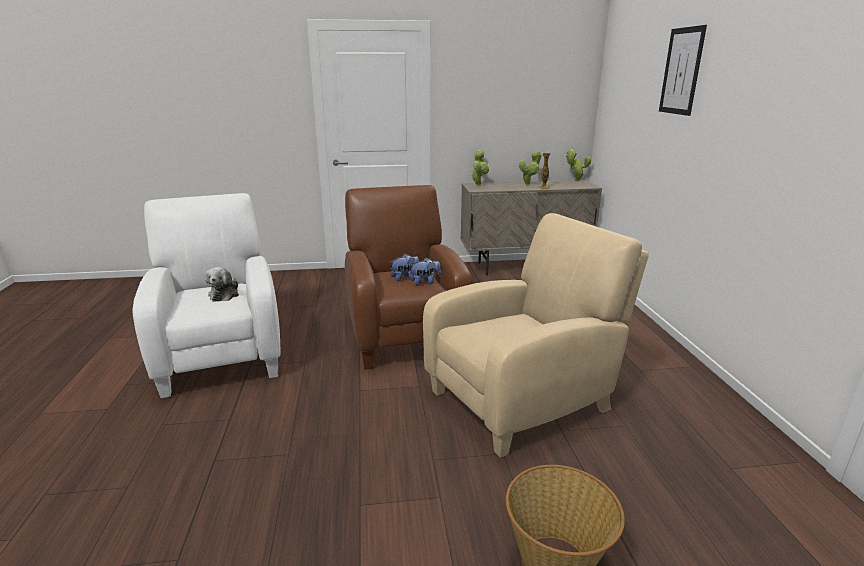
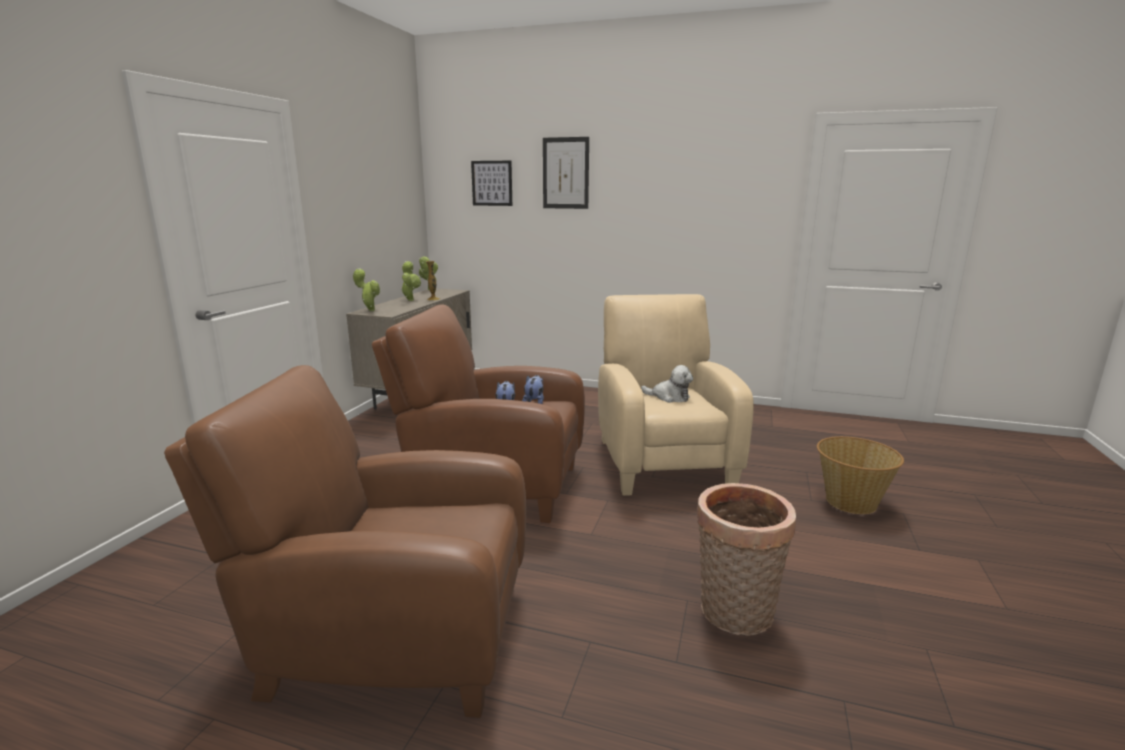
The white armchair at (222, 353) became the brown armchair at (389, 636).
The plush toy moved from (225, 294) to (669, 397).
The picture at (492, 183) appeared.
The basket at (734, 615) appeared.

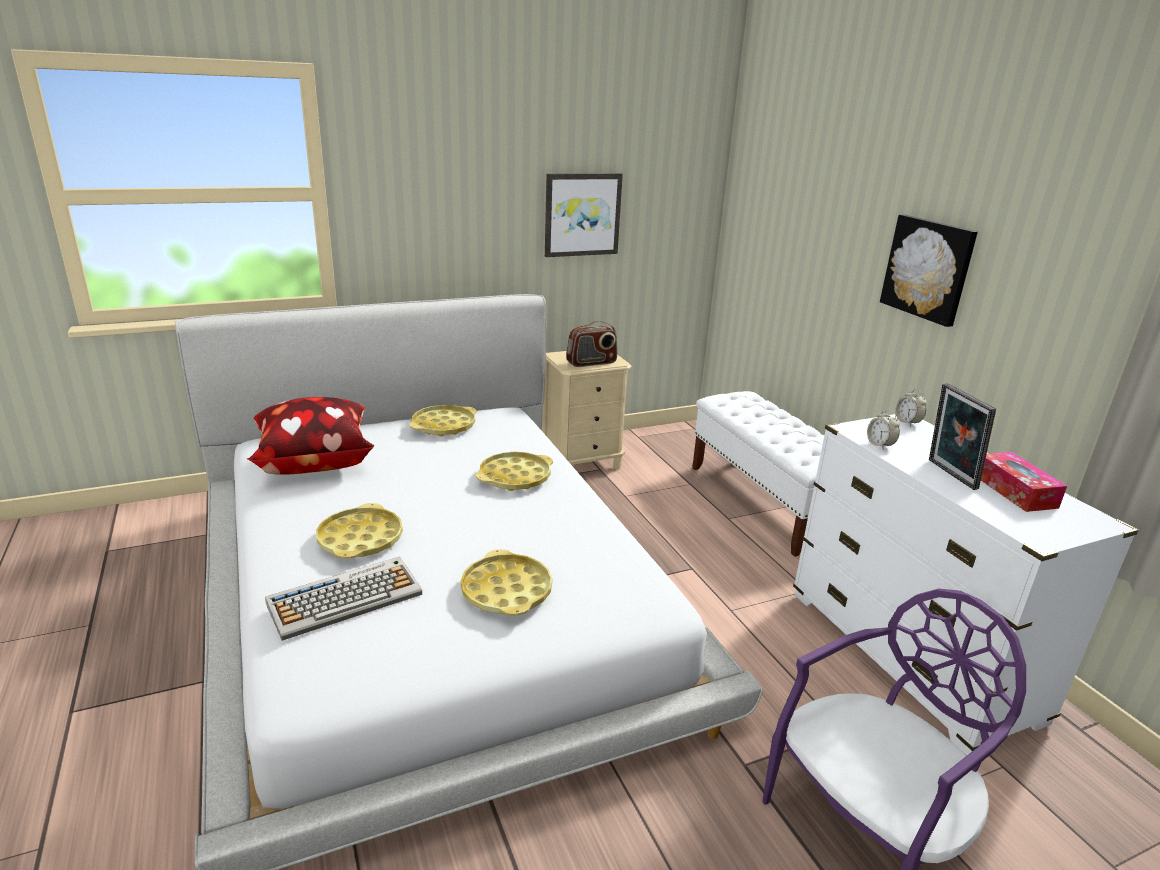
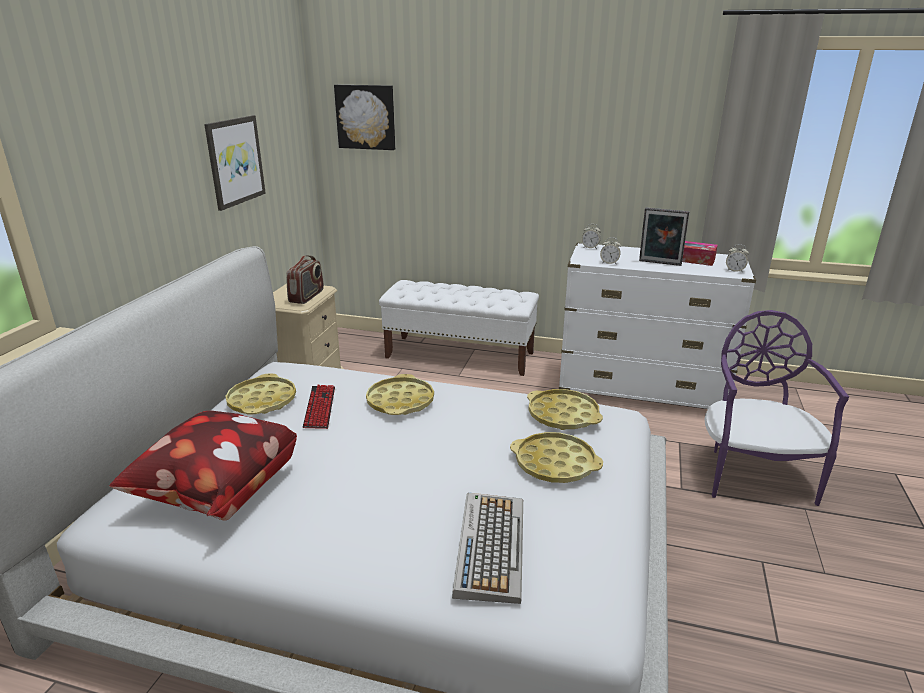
The picture moved from (929, 269) to (366, 117).
The yellow tray moved from (360, 539) to (563, 415).
The alarm clock at (734, 270) appeared.
The keyboard at (320, 407) appeared.

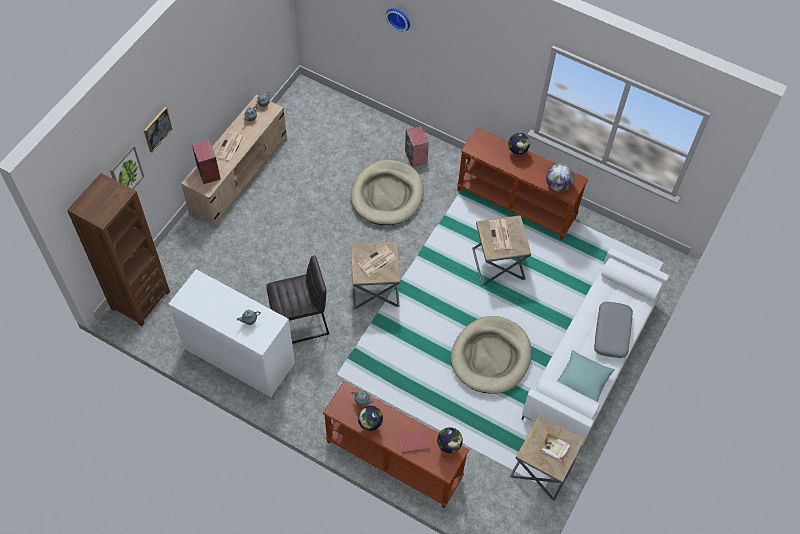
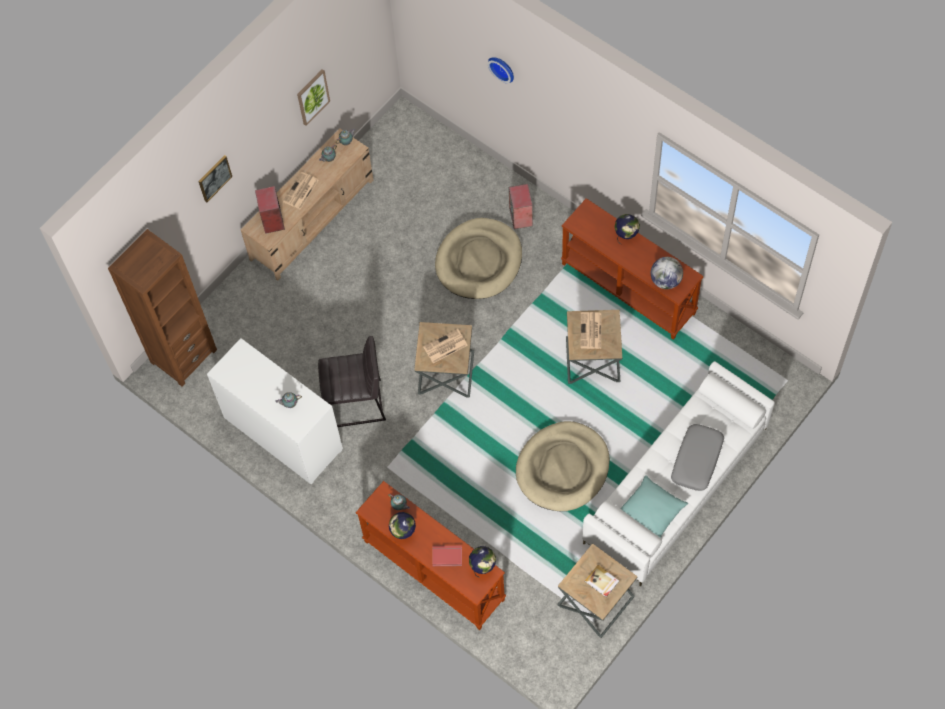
The picture moved from (126, 172) to (312, 96).

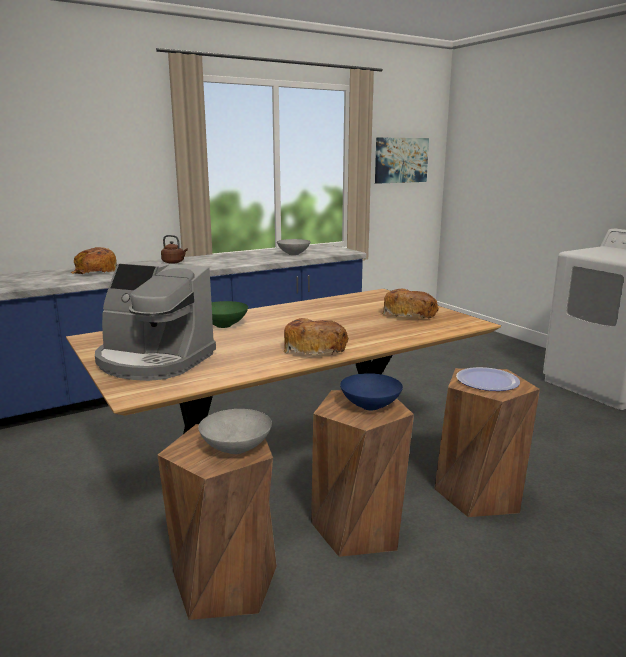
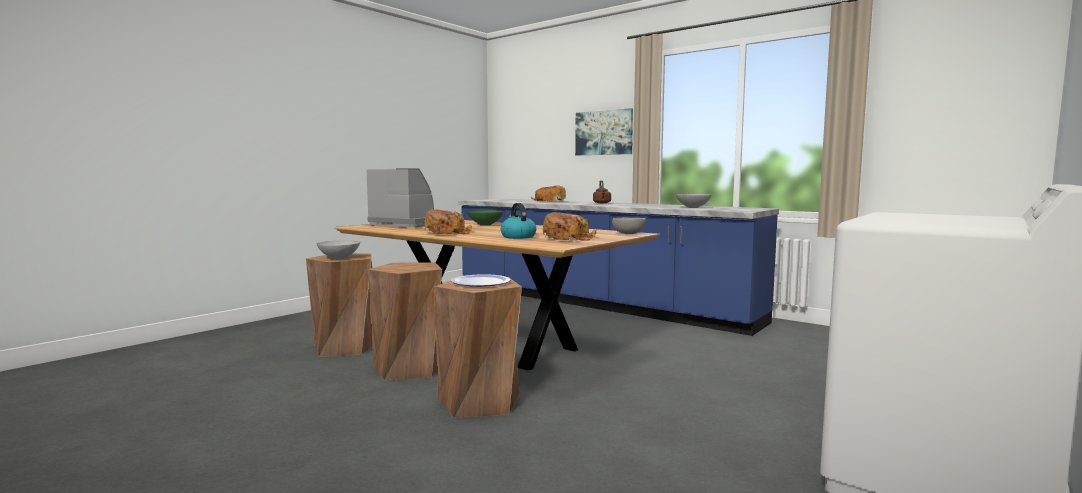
The picture moved from (401, 160) to (604, 133).
The coffee machine at (153, 361) turned 120 degrees clockwise.
The blue bowl at (371, 406) disappeared.
The kettle at (517, 237) appeared.
The grey bowl at (628, 234) appeared.

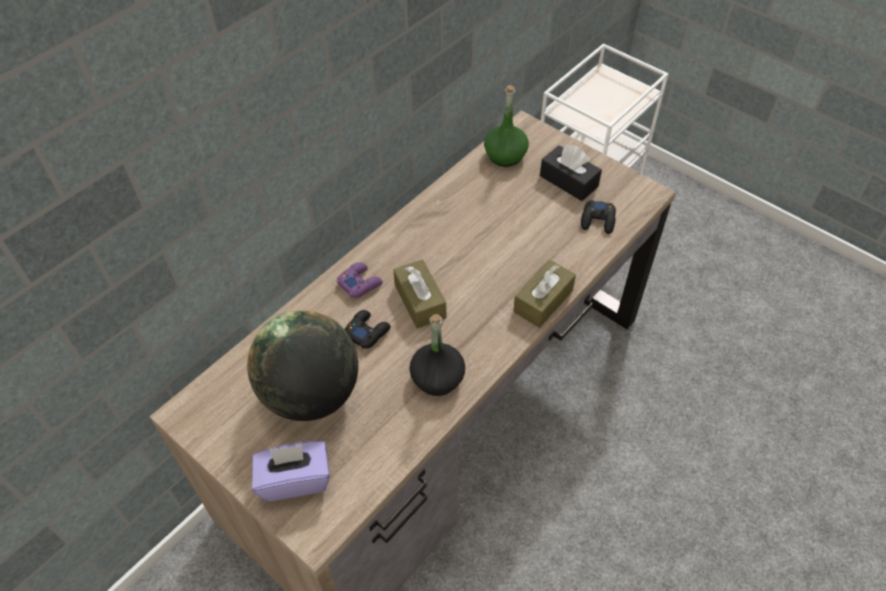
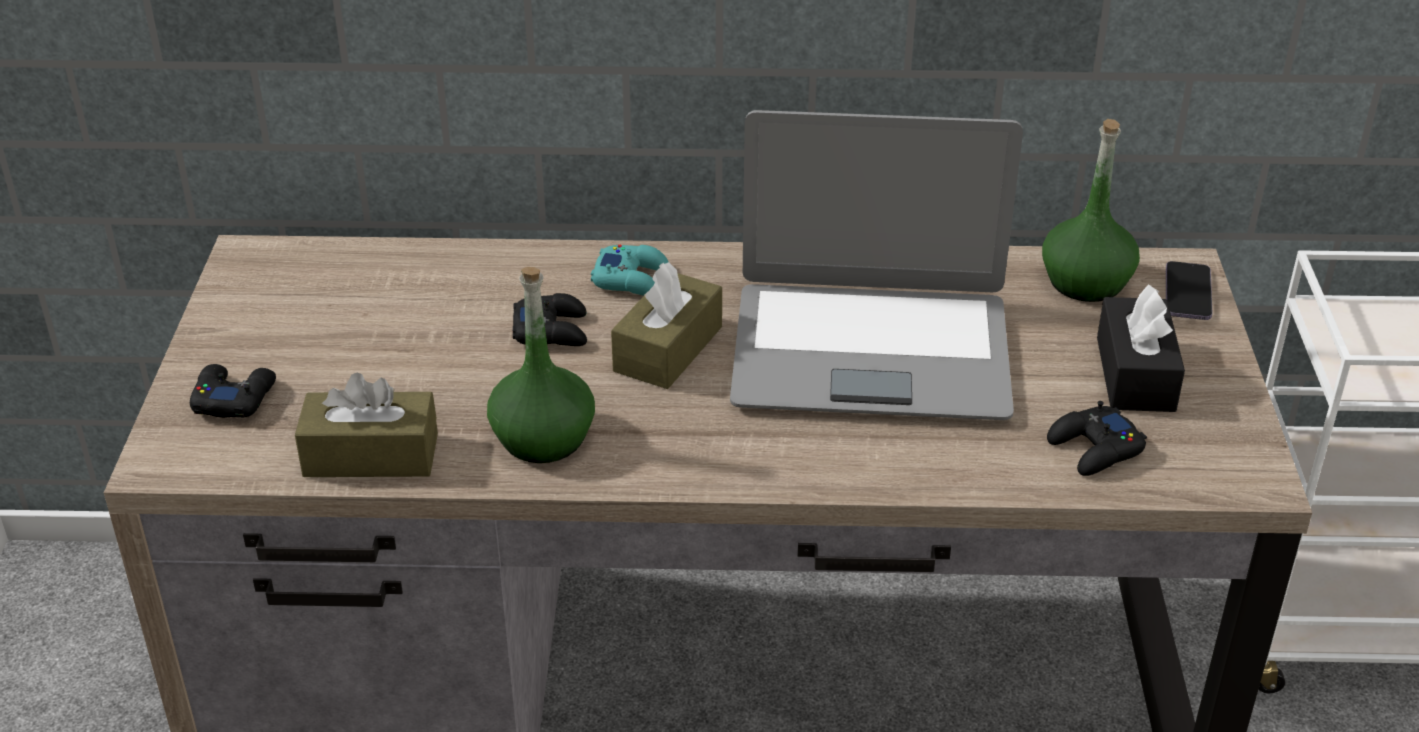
The brown tissue box moved from (543, 301) to (371, 455).
The purple game controller at (360, 283) became the turquoise game controller at (631, 279).
The globe at (311, 393) disappeared.
The black bottle at (437, 378) became the green bottle at (543, 438).
The purple tissue box at (295, 479) was replaced by the black game controller at (233, 398).
The laptop at (870, 352) appeared.
The phone at (1187, 293) appeared.

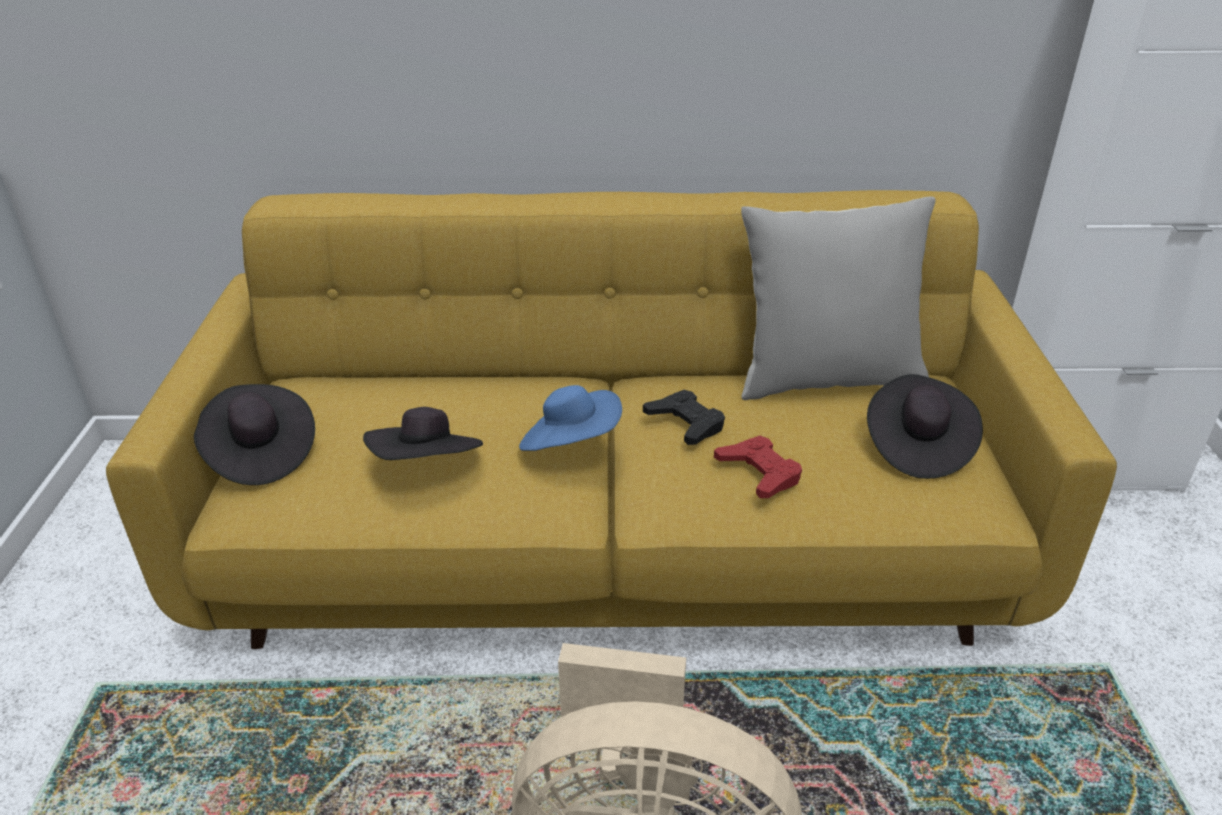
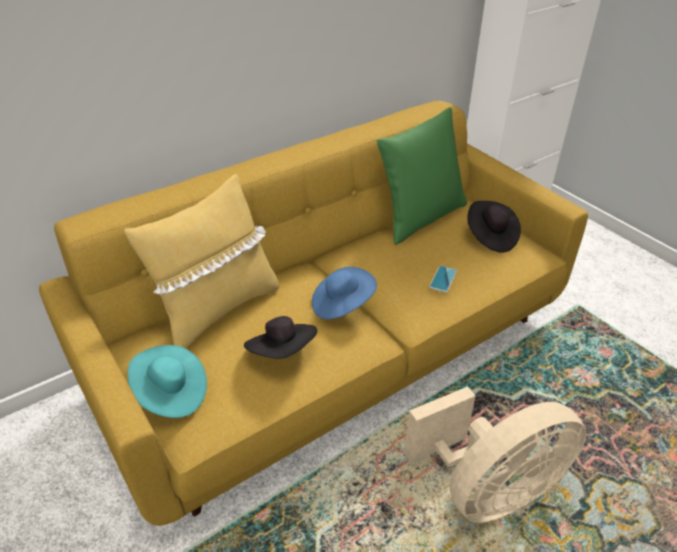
The grey pillow at (826, 379) became the green pillow at (420, 218).
The black hat at (260, 454) became the turquoise hat at (171, 393).
The black game controller at (685, 423) disappeared.
The red game controller at (759, 473) was replaced by the phone at (443, 279).
The yellow pillow at (218, 310) appeared.

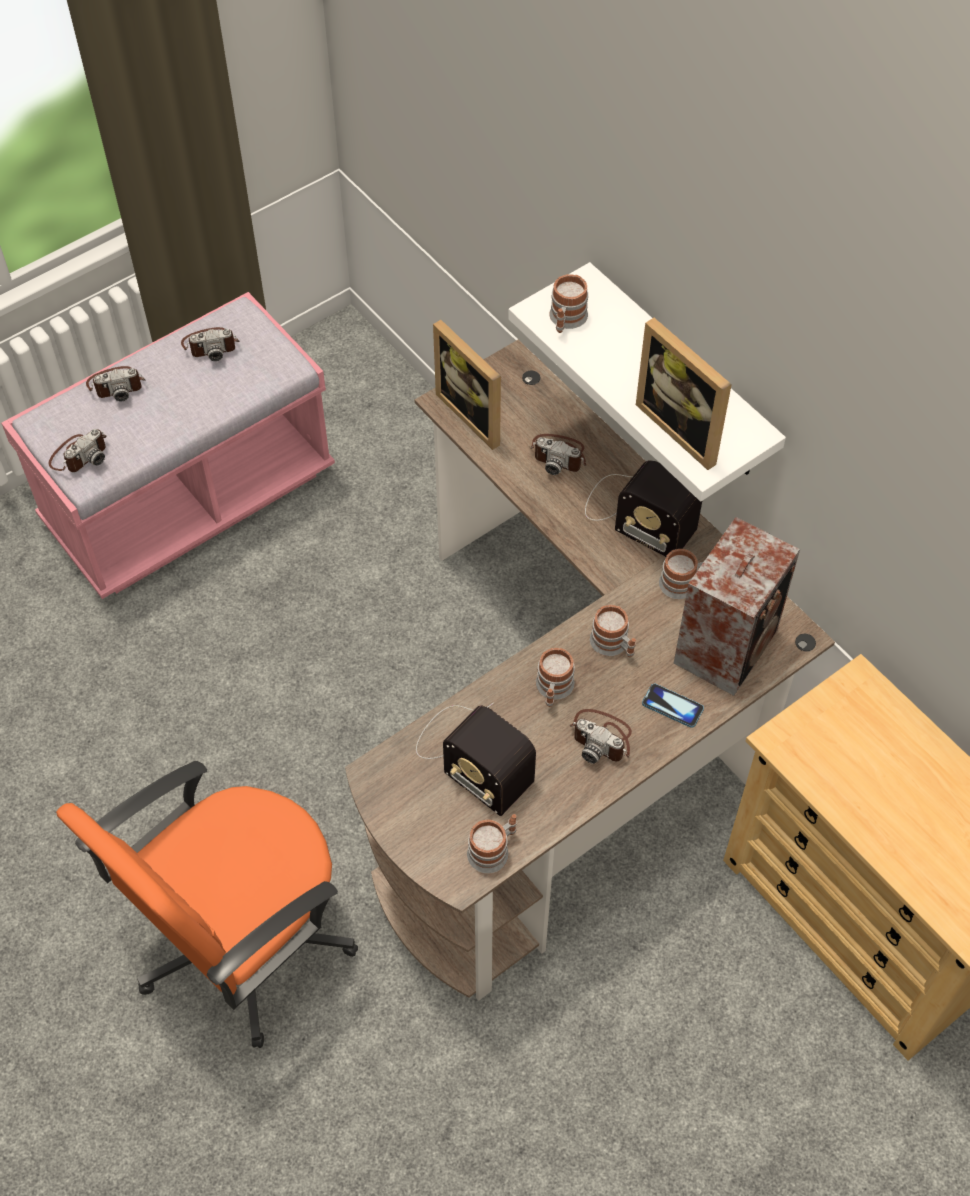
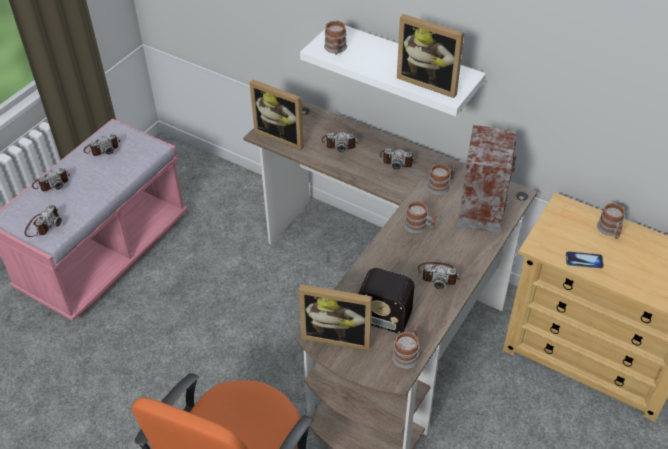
The radio at (636, 514) was replaced by the photo camera at (397, 160).
The mug moved from (553, 689) to (610, 231).
The phone moved from (672, 706) to (584, 260).
The picture frame at (337, 335) appeared.

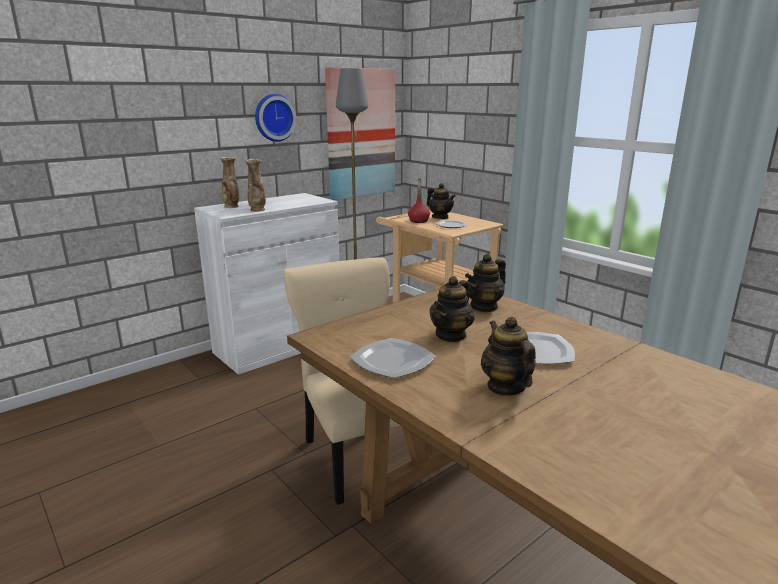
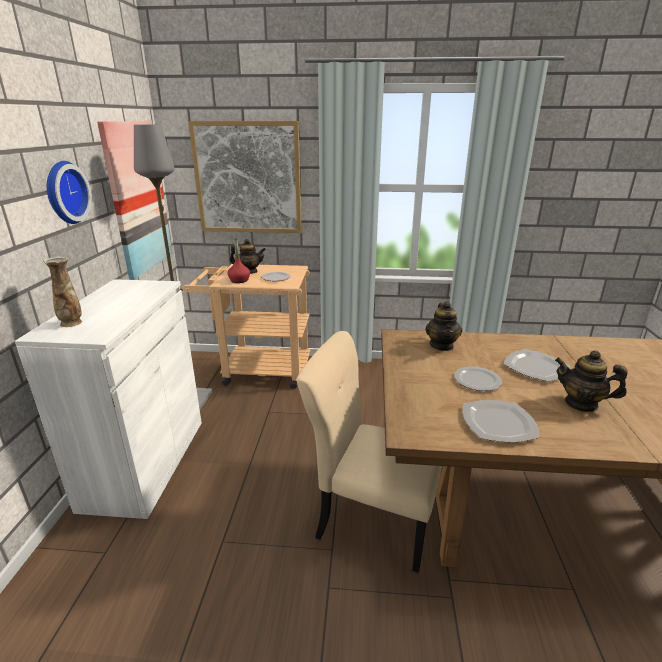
The vase at (257, 210) disappeared.
The teapot at (451, 335) was replaced by the plate at (477, 380).
The picture at (248, 178) appeared.

